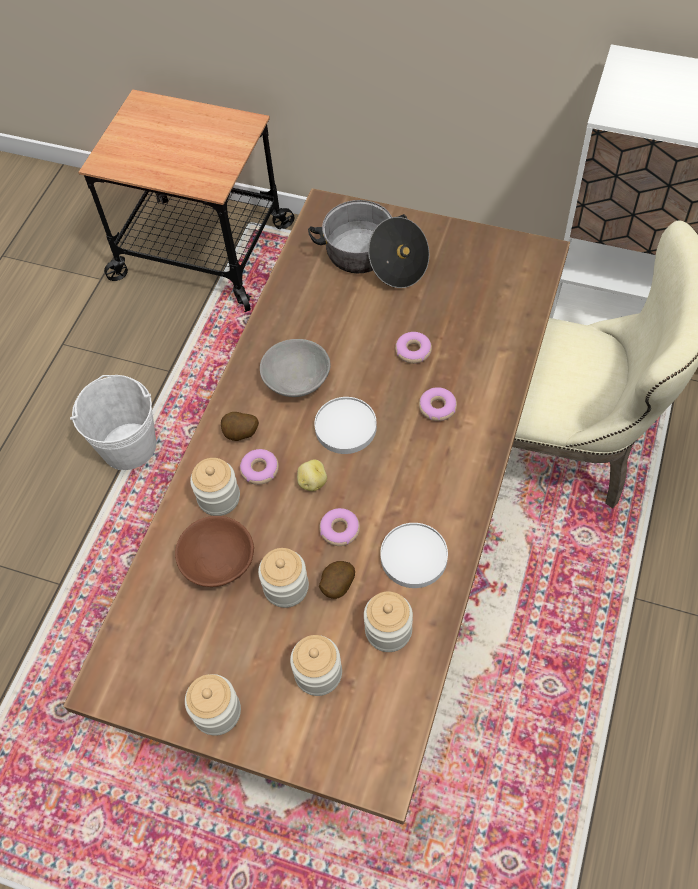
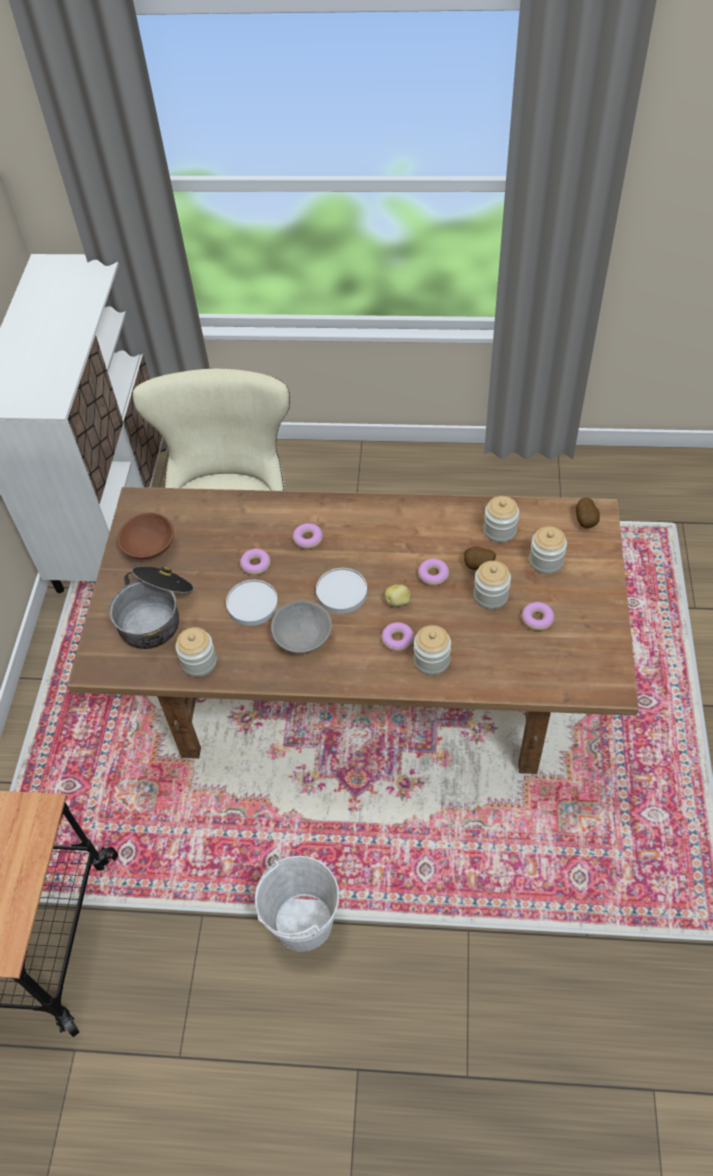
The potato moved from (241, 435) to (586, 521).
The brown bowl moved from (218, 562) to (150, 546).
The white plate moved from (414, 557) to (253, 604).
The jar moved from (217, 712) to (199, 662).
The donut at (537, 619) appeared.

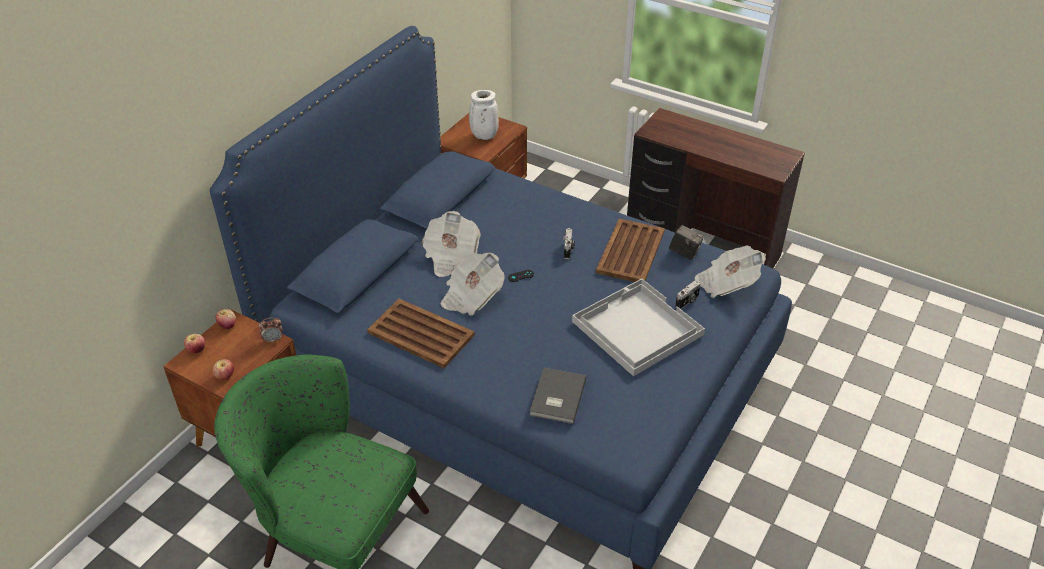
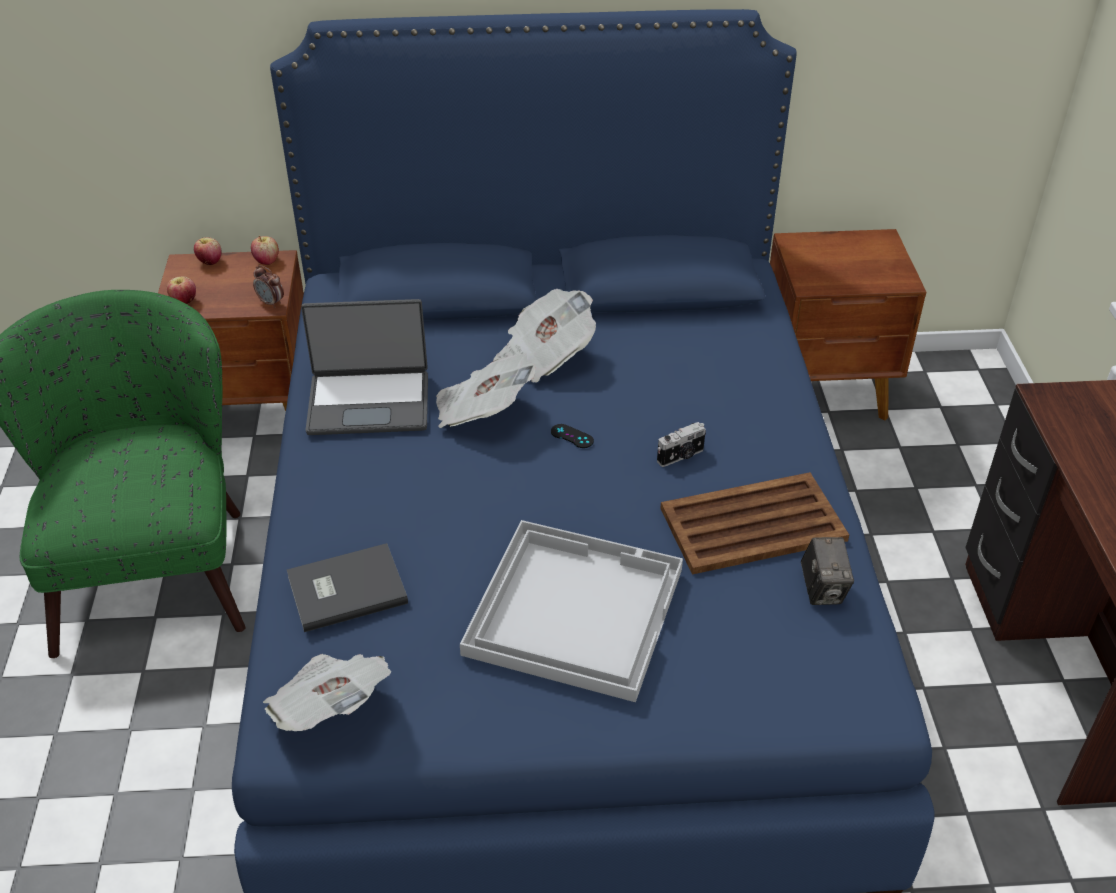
The white vase at (483, 136) disappeared.
The newspaper moved from (726, 284) to (330, 708).
The photo camera at (687, 301) disappeared.
The brown tray at (420, 333) was replaced by the laptop at (369, 402).

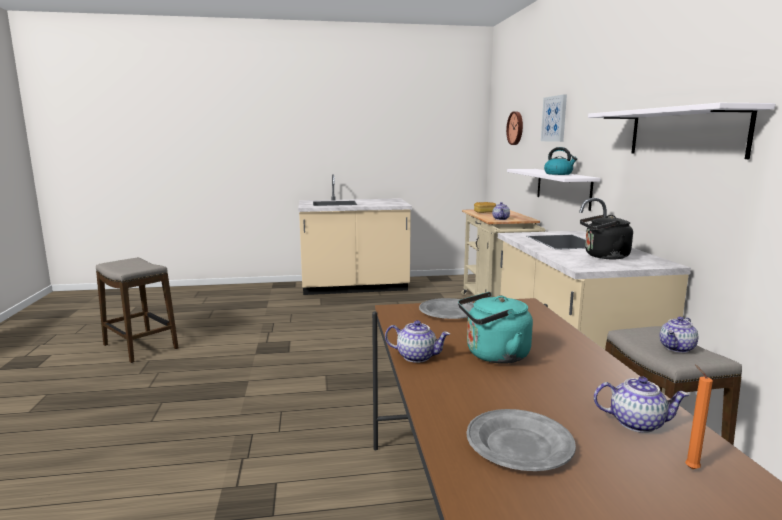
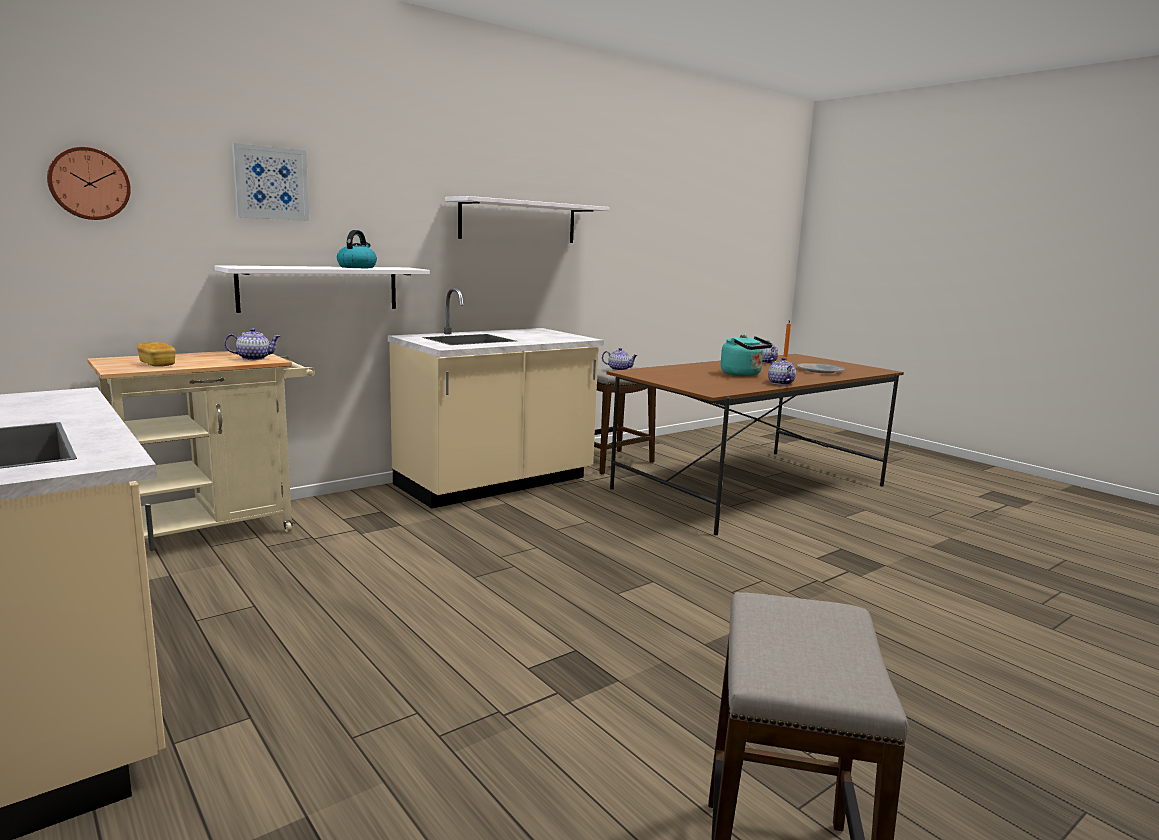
The black kettle at (603, 256) disappeared.
The grey plate at (448, 312) disappeared.

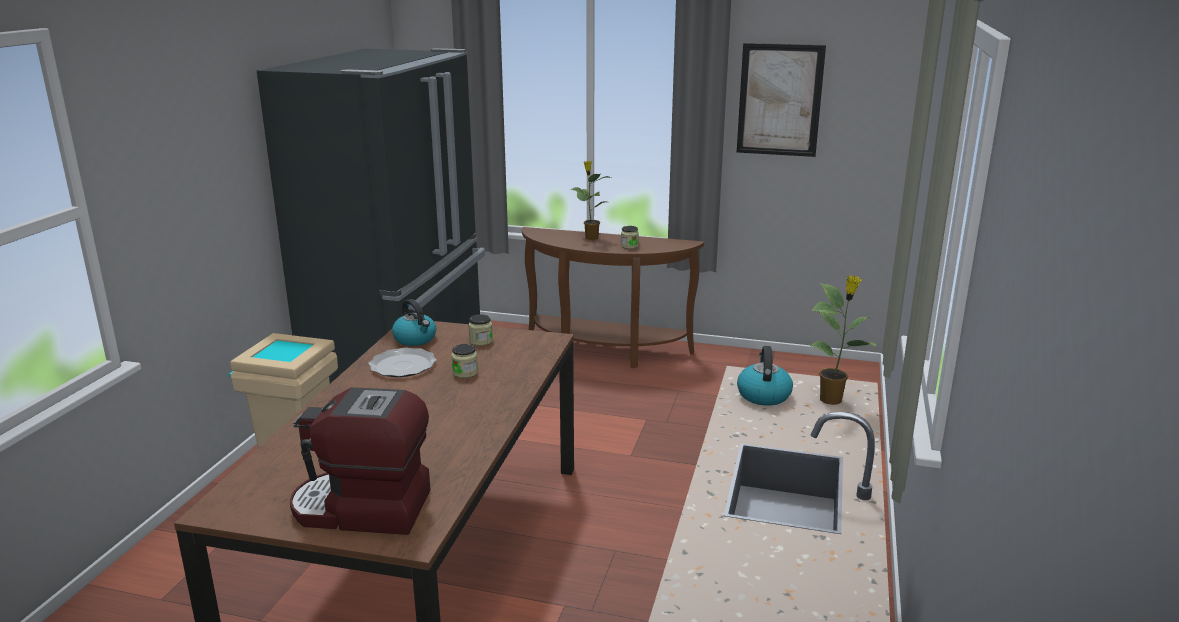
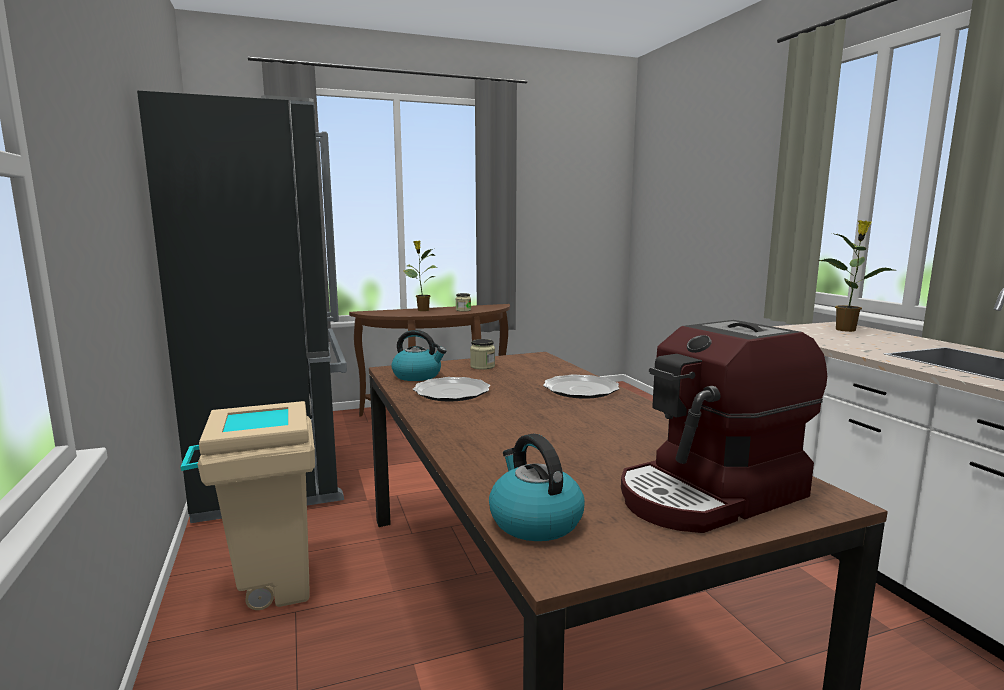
The picture at (779, 100) disappeared.
The jar at (465, 372) disappeared.
The kettle moved from (763, 395) to (534, 521).
The plate at (580, 389) appeared.

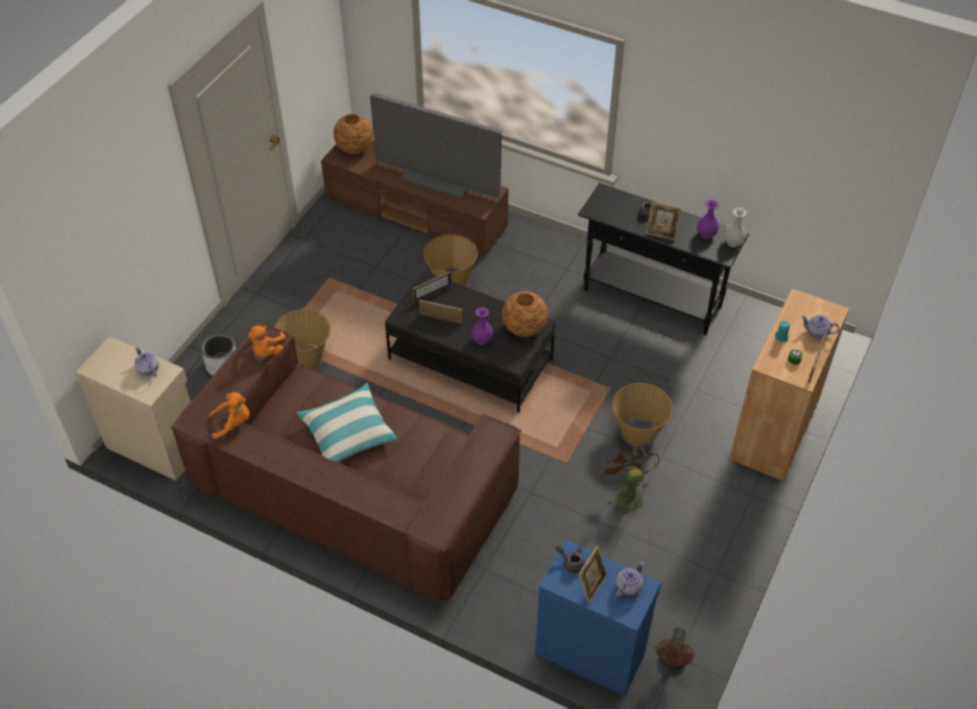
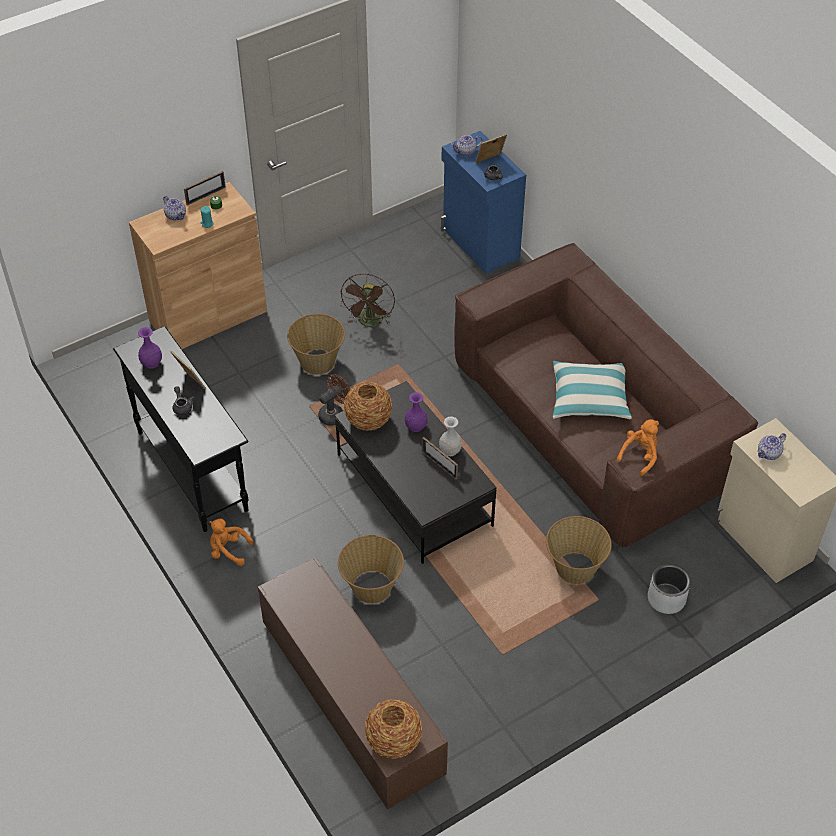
The television at (439, 179) disappeared.
The white vase moved from (733, 242) to (450, 451).
The picture frame at (432, 294) disappeared.
The teapot at (148, 369) turned 60 degrees clockwise.
The orange plush toy moved from (233, 423) to (228, 550).
The brown fan moved from (672, 662) to (334, 413).

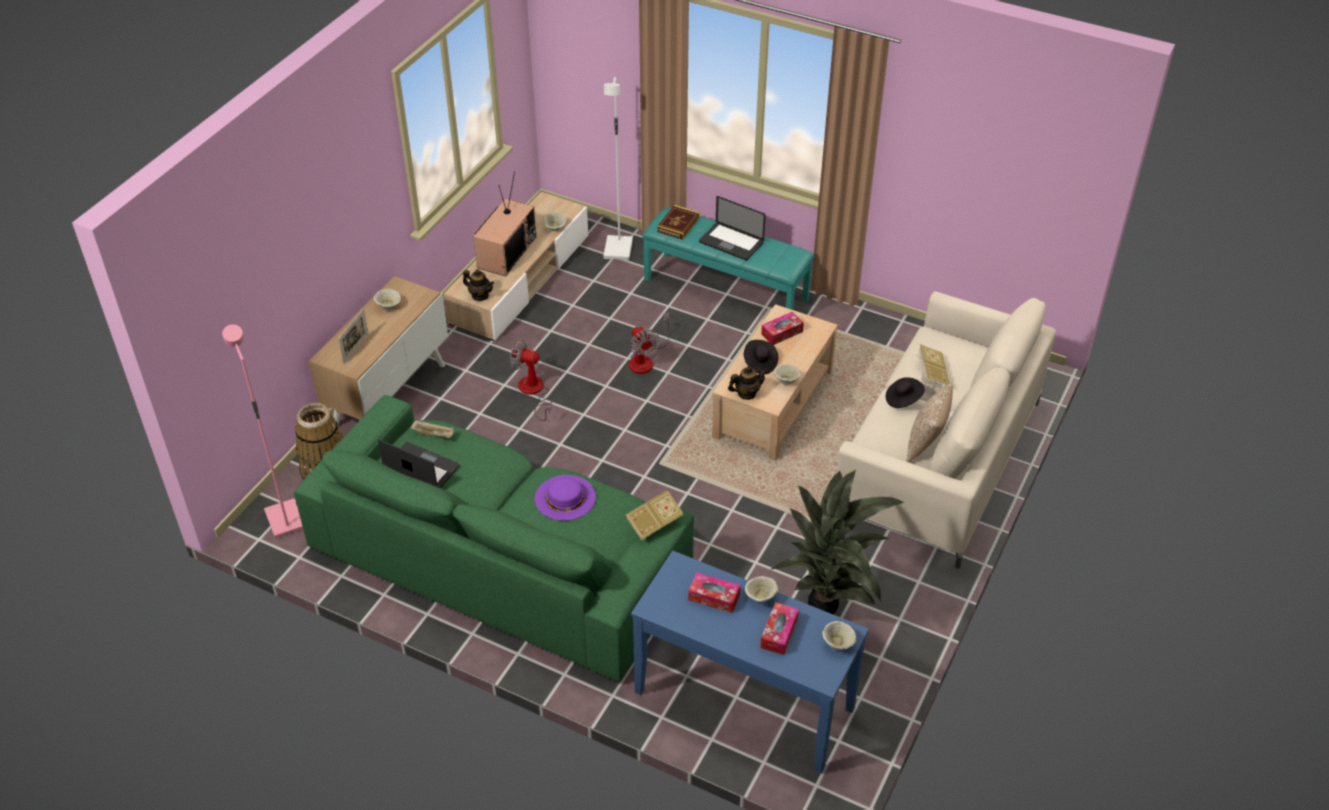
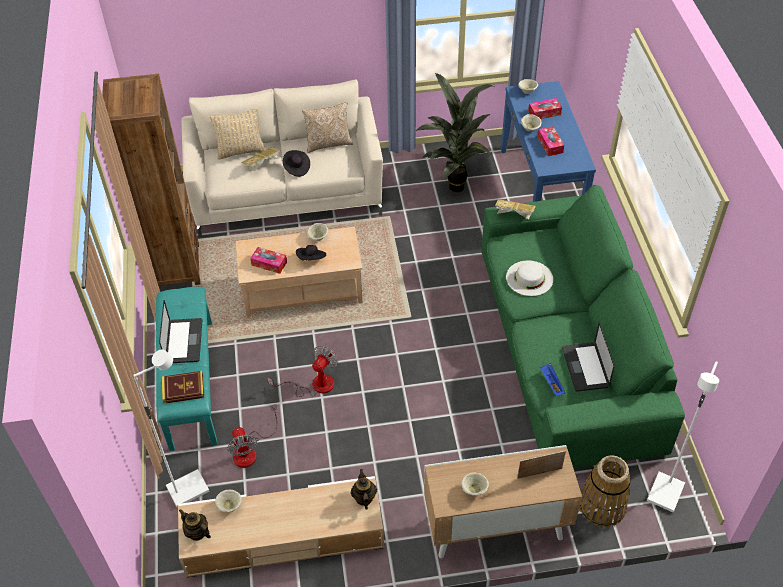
The television at (506, 251) disappeared.
The pink floor lamp at (283, 520) became the white floor lamp at (666, 494).
The fan moved from (533, 392) to (250, 450).
The teapot moved from (746, 393) to (197, 532).
The beige tray at (434, 434) became the blue tray at (551, 383).
The purple hat at (565, 497) became the white hat at (529, 278).
The brown bookcase at (175, 266) appeared.
The beige pillow at (241, 151) appeared.

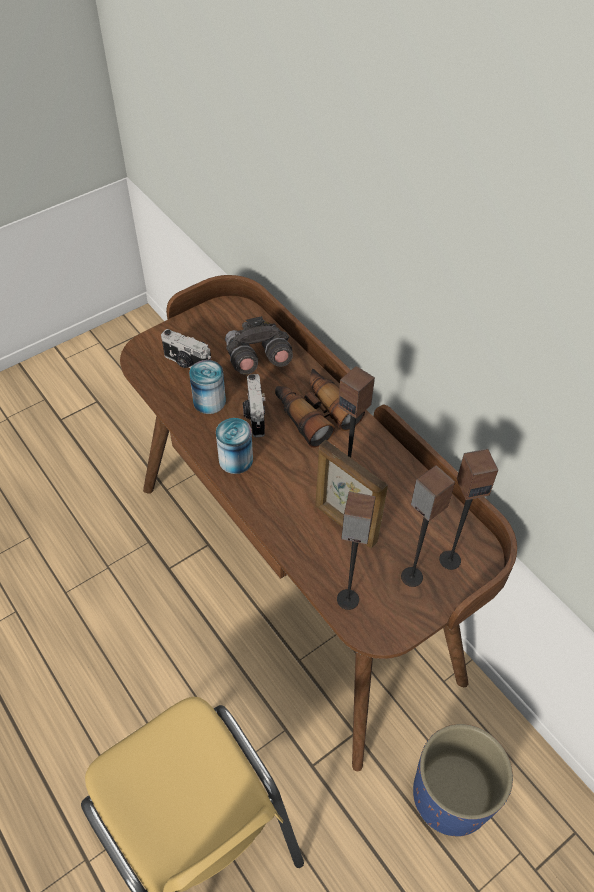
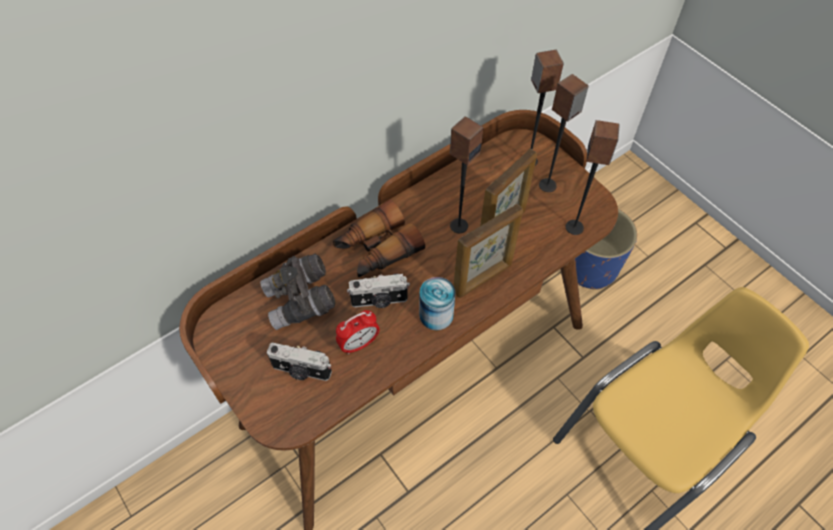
The photo camera at (187, 363) turned 75 degrees clockwise.
The can at (209, 401) was replaced by the alarm clock at (359, 344).
The picture frame at (483, 278) appeared.

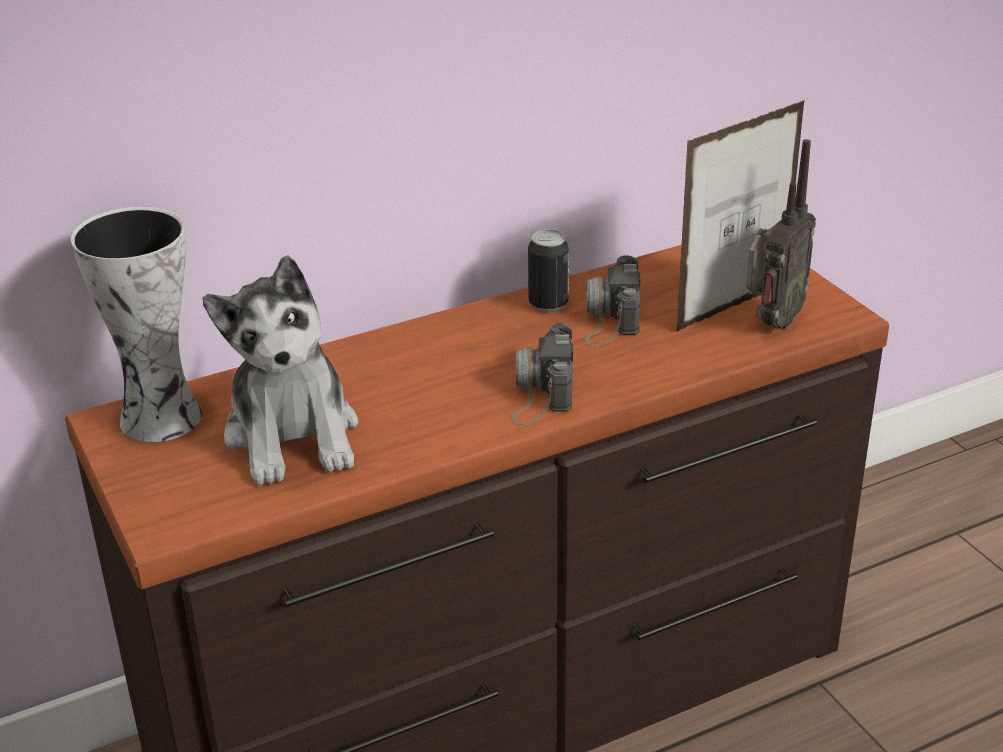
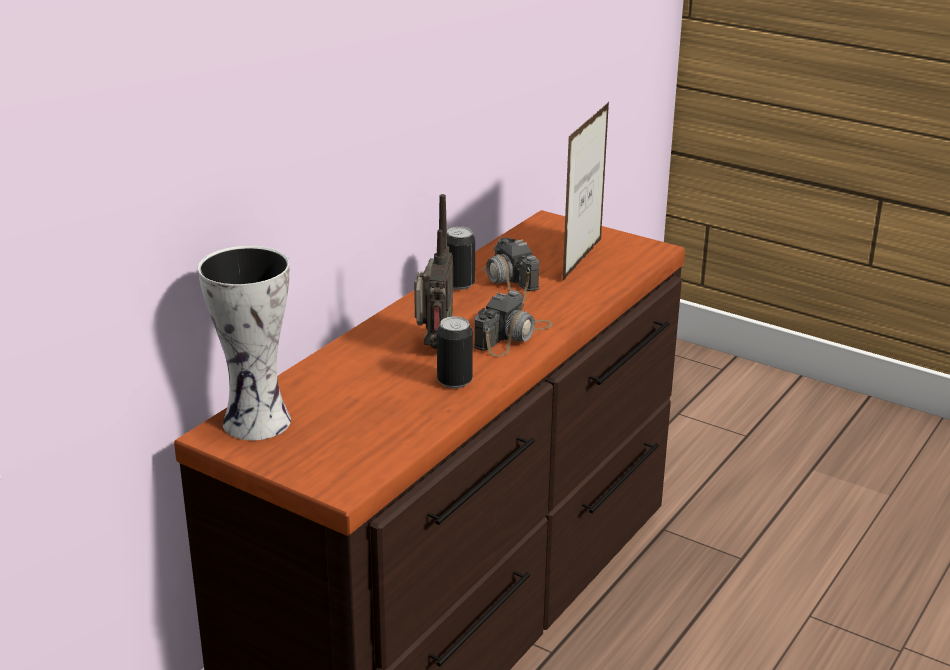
The radio moved from (771, 322) to (433, 347).
The plush toy at (293, 435) disappeared.
The photo camera at (542, 389) turned 120 degrees counterclockwise.
The can at (454, 381) appeared.

